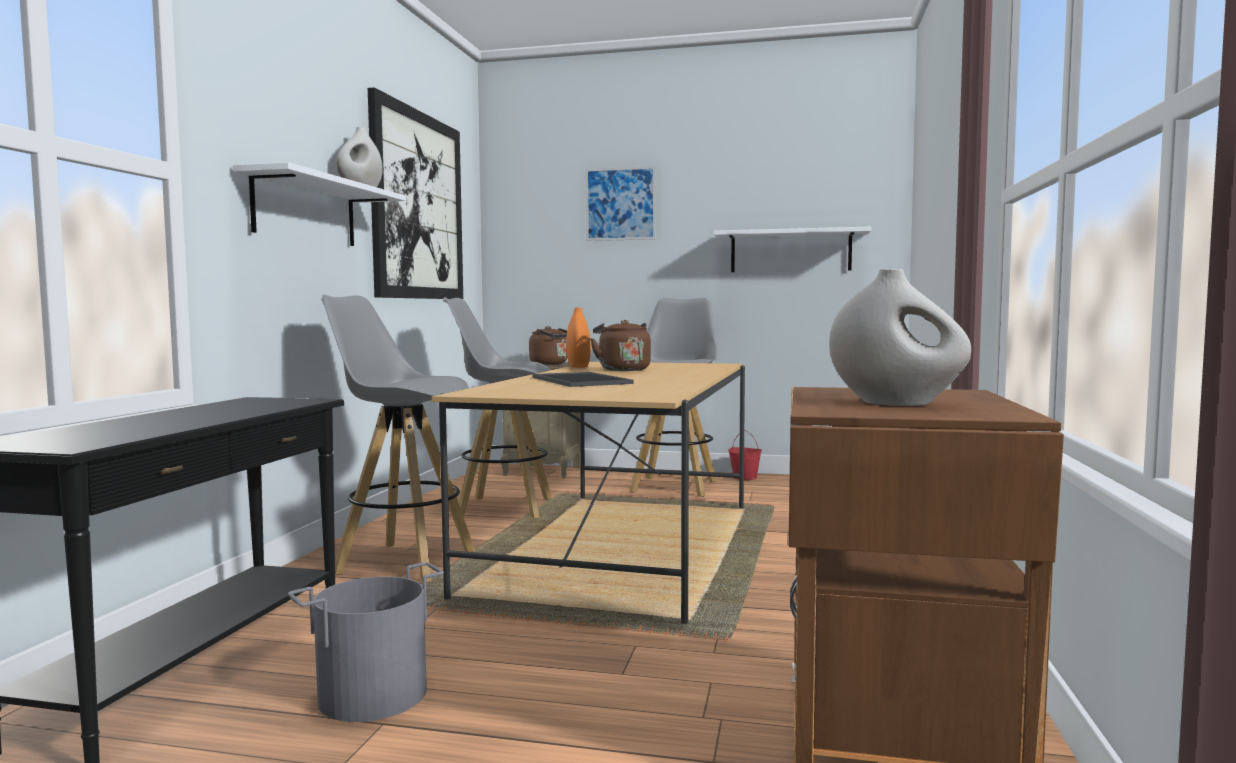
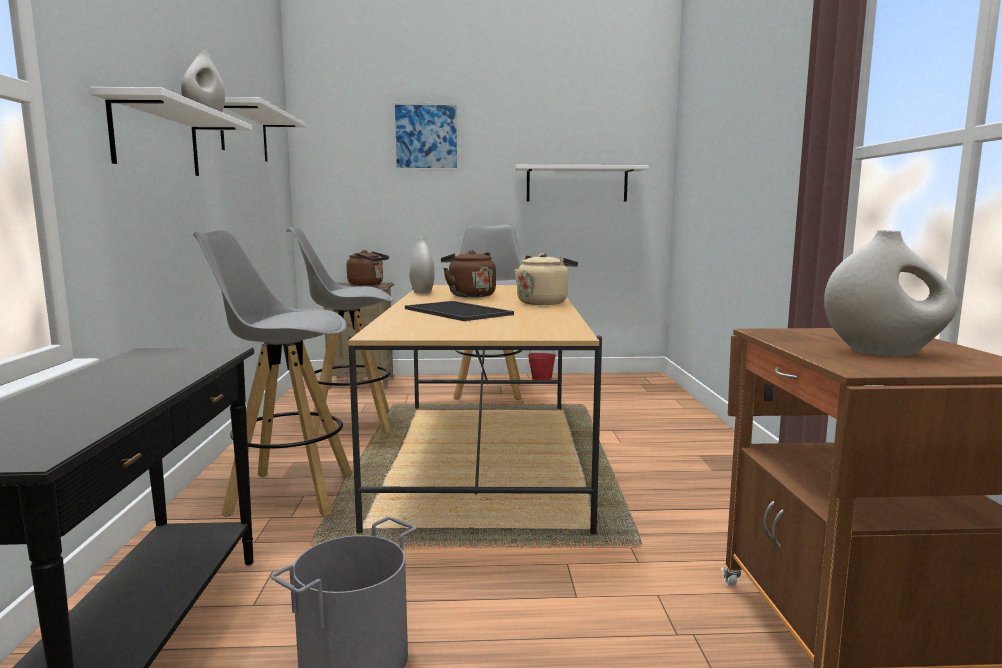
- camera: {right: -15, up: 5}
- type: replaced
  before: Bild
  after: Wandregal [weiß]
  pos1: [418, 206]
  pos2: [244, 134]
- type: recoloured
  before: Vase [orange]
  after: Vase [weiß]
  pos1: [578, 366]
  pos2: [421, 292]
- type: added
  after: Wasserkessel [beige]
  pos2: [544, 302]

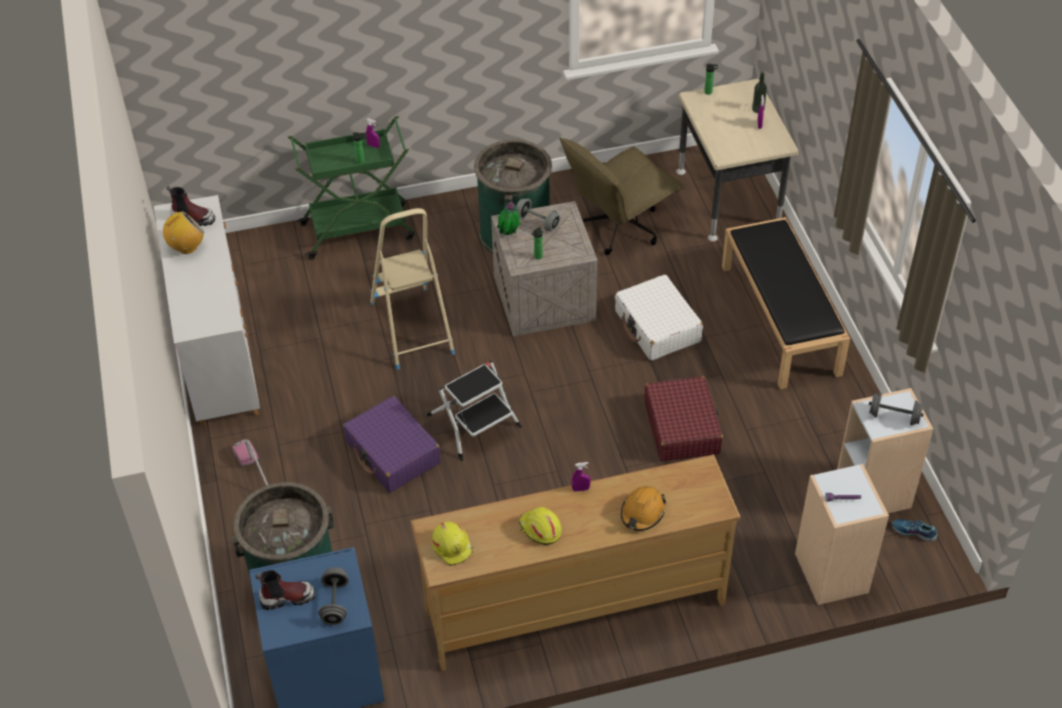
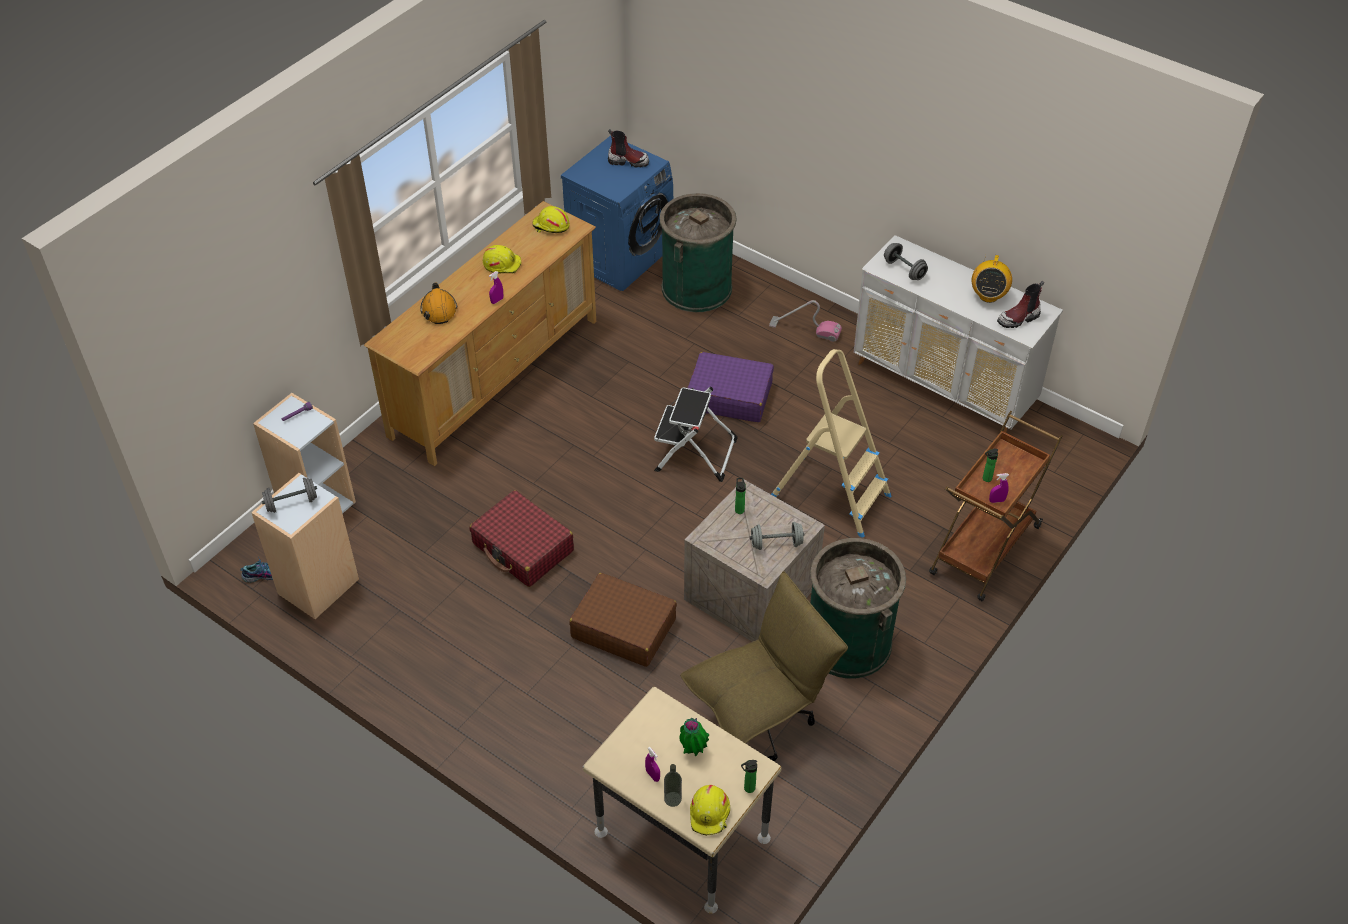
- camera: {right: 140, up: 0}
- type: recoloured
  before: Koffer [weiß]
  after: Koffer [braun]
  pos1: [657, 327]
  pos2: [623, 628]
- type: turned
  before: Stiefel
  pos1: [287, 597]
  pos2: [628, 161]
  turn: -120
- type: turned
  before: Bürostuhl [beige]
  pos1: [621, 226]
  pos2: [758, 718]
  turn: 45
- type: moved
  before: Topfpflanze
  pos1: [509, 234]
  pos2: [692, 749]
- type: added
  after: Schutzhelm [gelb]
  pos2: [710, 814]
- type: moved
  before: Hantel [grau]
  pos1: [335, 603]
  pos2: [904, 270]
- type: recoloured
  before: Rollwagen [grün]
  after: Rollwagen [braun]
  pos1: [358, 232]
  pos2: [983, 551]
- type: removed
  before: Bank [schwarz]
  pos1: [781, 320]

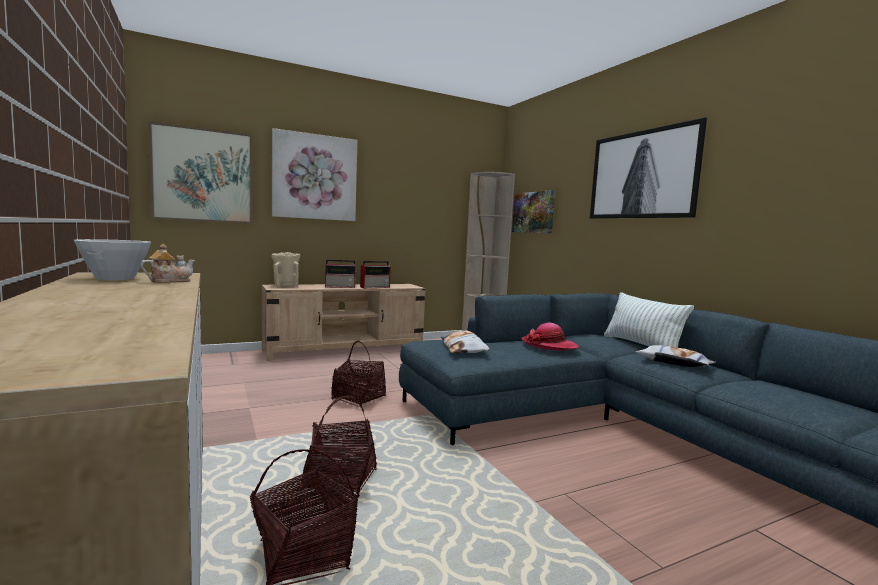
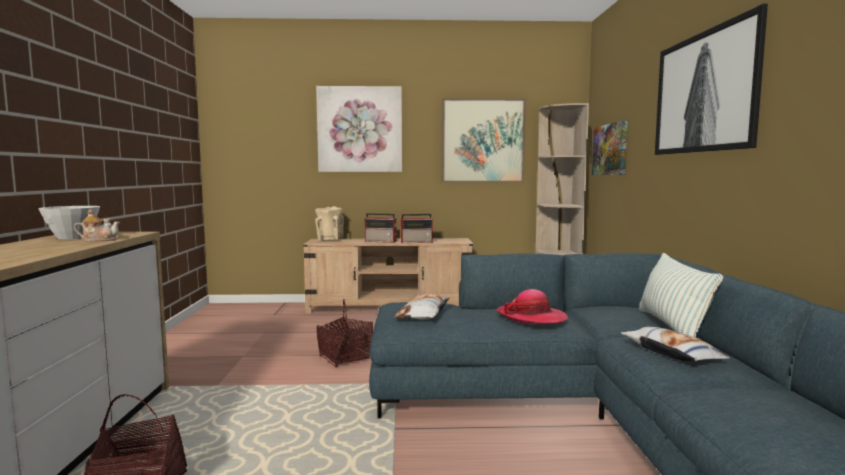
- camera: {right: 25, up: 0}
- type: moved
  before: Bild
  pos1: [203, 175]
  pos2: [483, 141]
- type: removed
  before: Korb
  pos1: [340, 480]

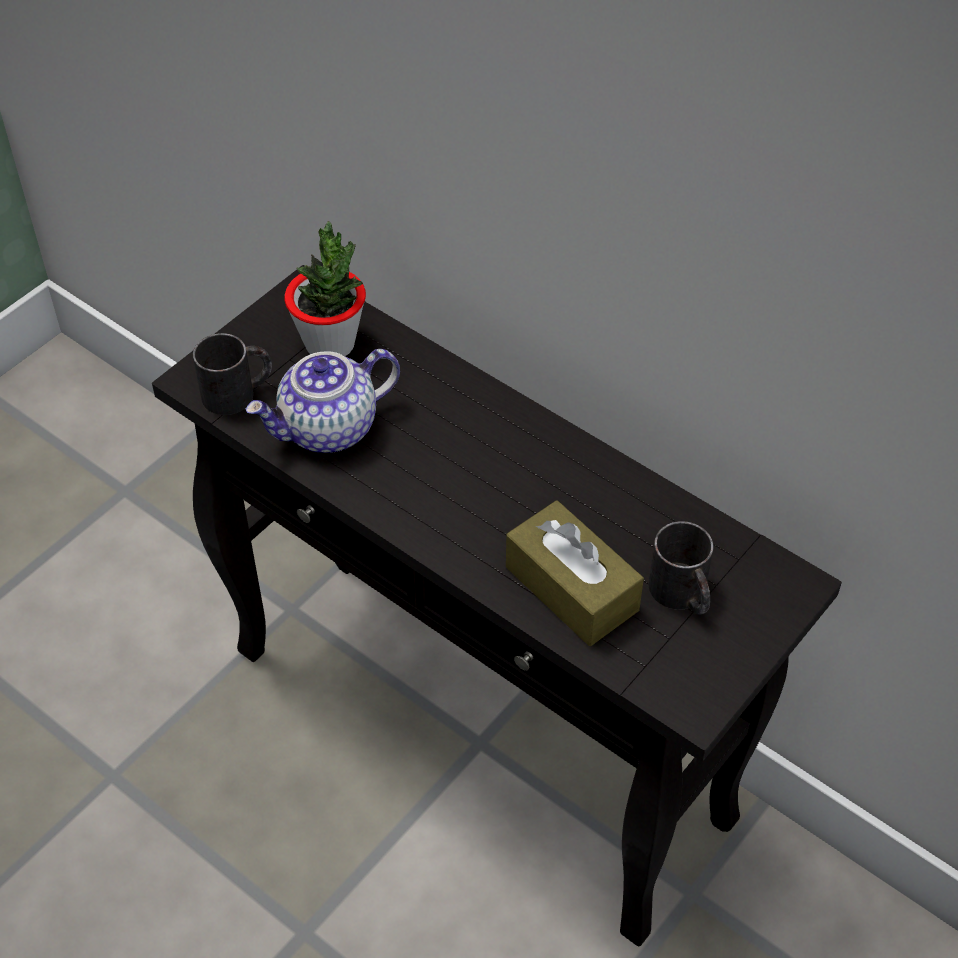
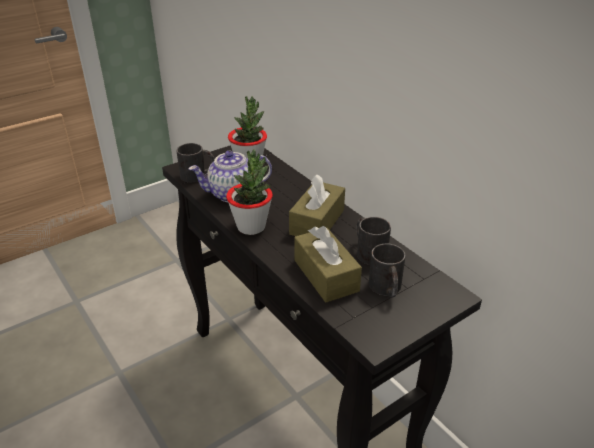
- camera: {right: 15, up: -15}
- type: added
  after: Topfpflanze
  pos2: [251, 227]
- type: added
  after: Taschentuchbox [braun]
  pos2: [317, 222]
- type: added
  after: Henkelbecher [schwarz]
  pos2: [368, 251]

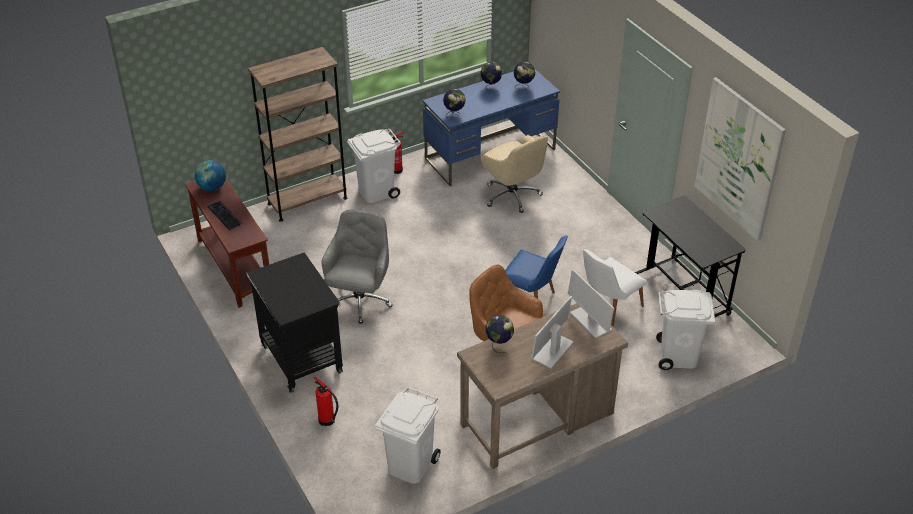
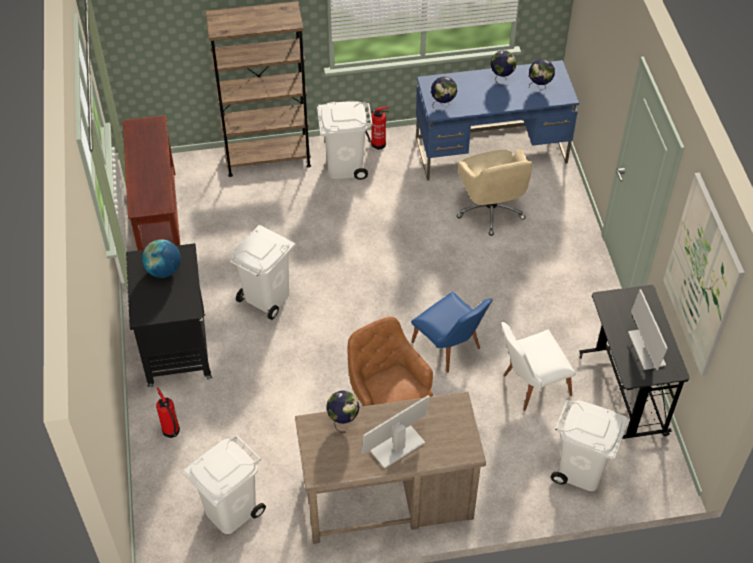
- camera: {right: 20, up: 10}
- type: moved
  before: Globus
  pos1: [212, 187]
  pos2: [164, 270]
- type: replaced
  before: Bürostuhl [grau]
  after: Mülleimer [weiß]
  pos1: [360, 301]
  pos2: [267, 298]
- type: moved
  before: Monitor
  pos1: [590, 321]
  pos2: [646, 348]
- type: removed
  before: Tastatur
  pos1: [224, 216]

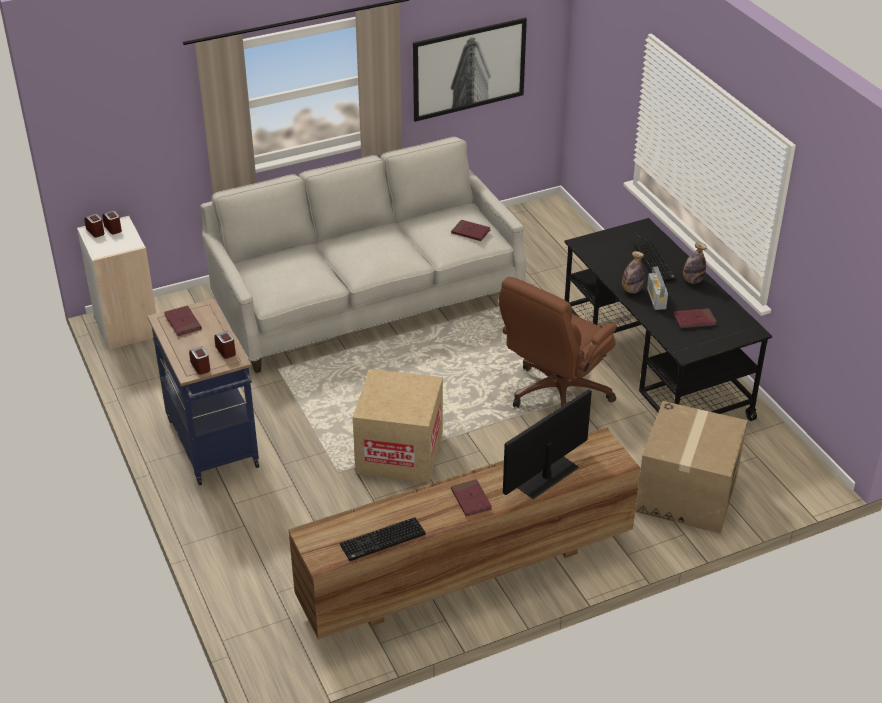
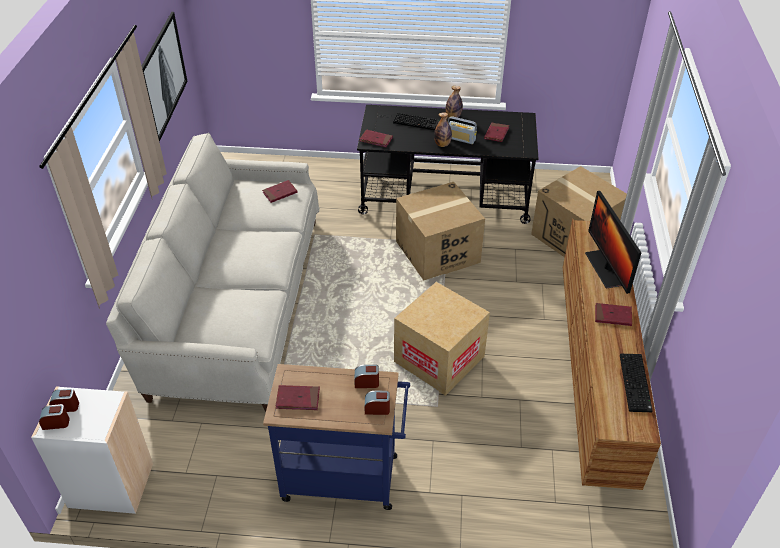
- camera: {right: -60, up: 5}
- type: added
  after: Buch [rot]
  pos2: [376, 140]
- type: replaced
  before: Bürostuhl [braun]
  after: Karton
  pos1: [554, 396]
  pos2: [437, 252]

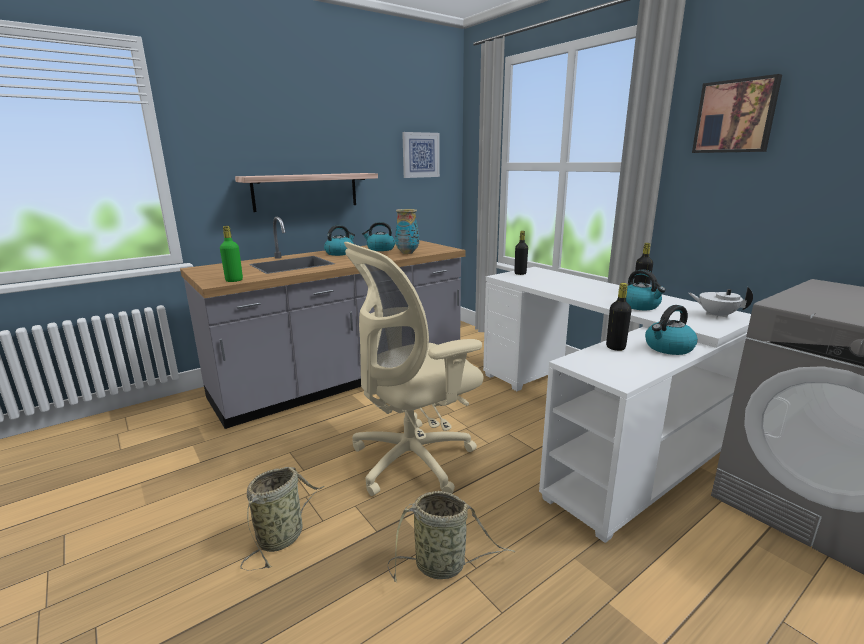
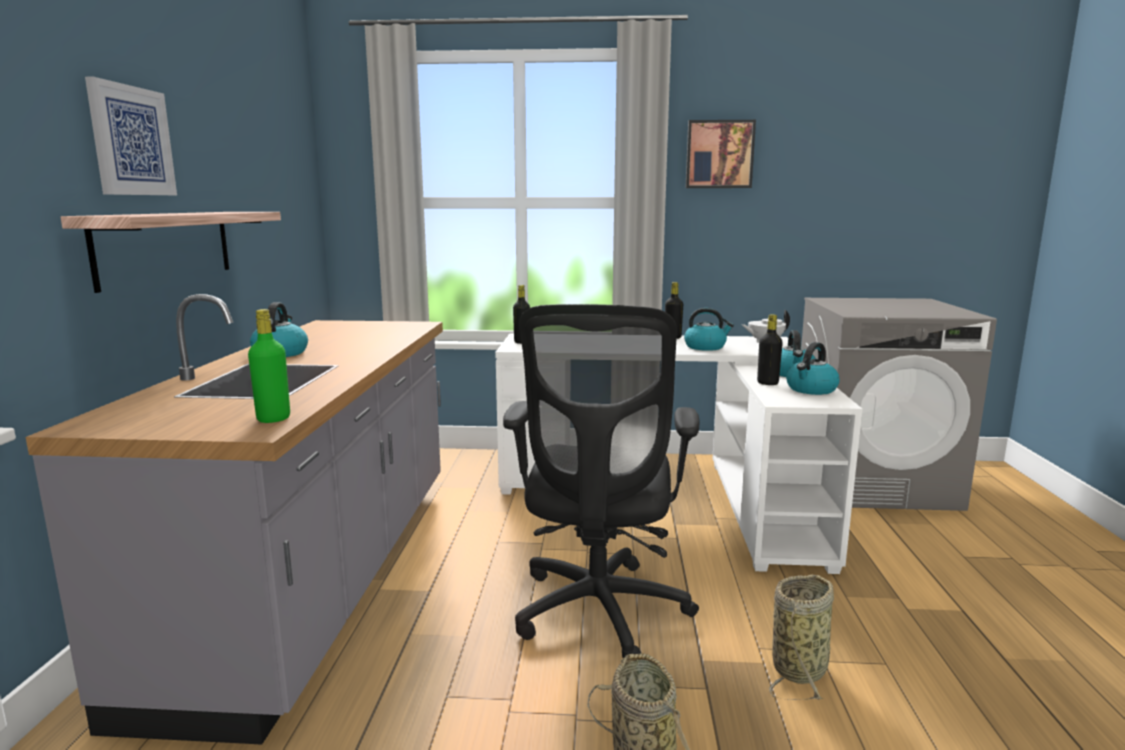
- camera: {right: -50, up: -5}
- type: moved
  before: Bild
  pos1: [420, 155]
  pos2: [131, 141]
- type: recoloured
  before: Bürostuhl [beige]
  after: Bürostuhl [schwarz]
  pos1: [417, 456]
  pos2: [598, 603]
- type: moved
  before: Wasserkessel
  pos1: [380, 249]
  pos2: [811, 389]
- type: removed
  before: Vase
  pos1: [407, 253]

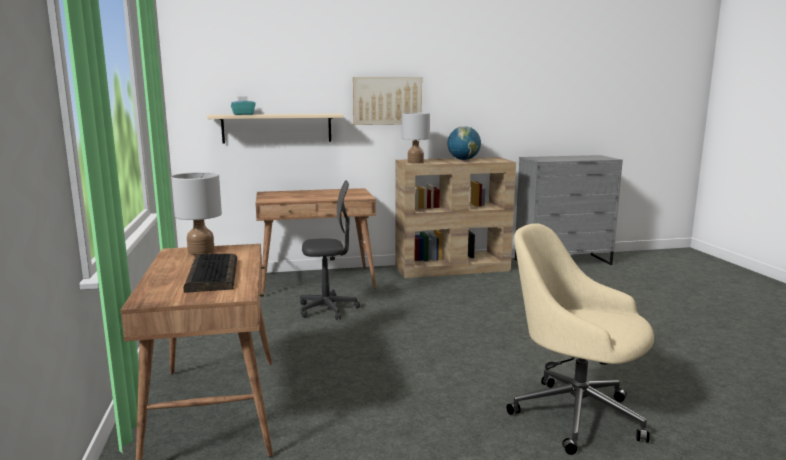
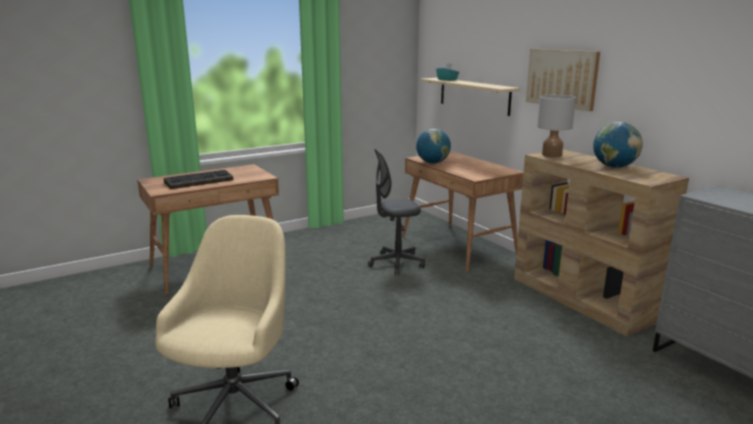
- camera: {right: 70, up: 5}
- type: turned
  before: Bürostuhl [grau]
  pos1: [327, 309]
  pos2: [396, 263]
  turn: 105
- type: added
  after: Globus
  pos2: [432, 163]
- type: removed
  before: Tischlampe [grau]
  pos1: [201, 251]

